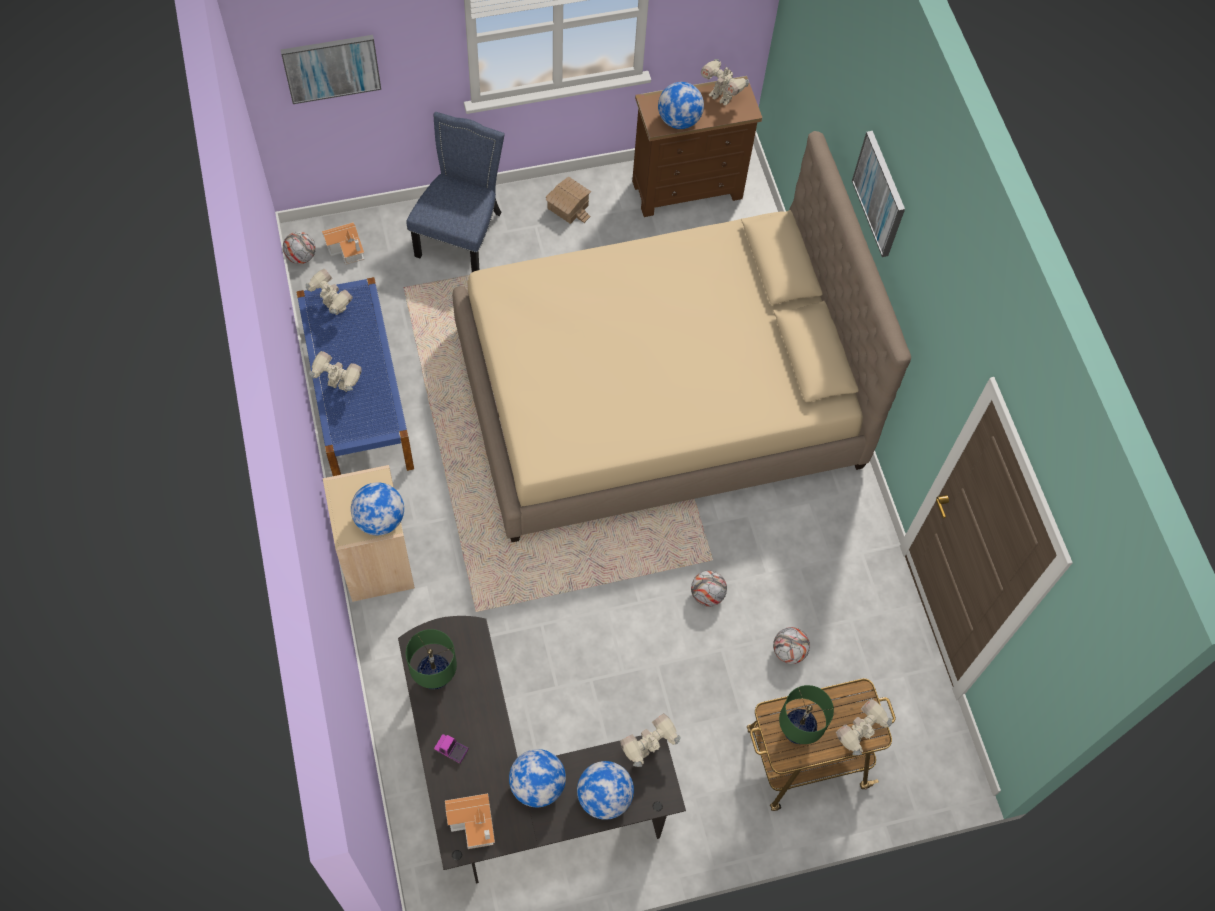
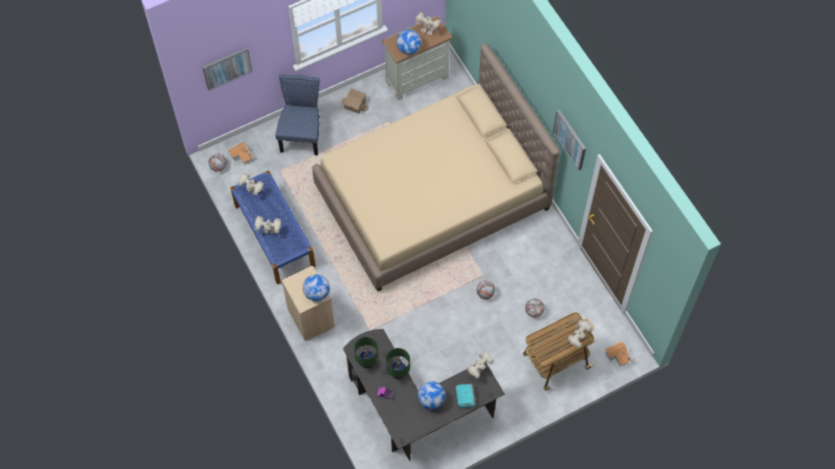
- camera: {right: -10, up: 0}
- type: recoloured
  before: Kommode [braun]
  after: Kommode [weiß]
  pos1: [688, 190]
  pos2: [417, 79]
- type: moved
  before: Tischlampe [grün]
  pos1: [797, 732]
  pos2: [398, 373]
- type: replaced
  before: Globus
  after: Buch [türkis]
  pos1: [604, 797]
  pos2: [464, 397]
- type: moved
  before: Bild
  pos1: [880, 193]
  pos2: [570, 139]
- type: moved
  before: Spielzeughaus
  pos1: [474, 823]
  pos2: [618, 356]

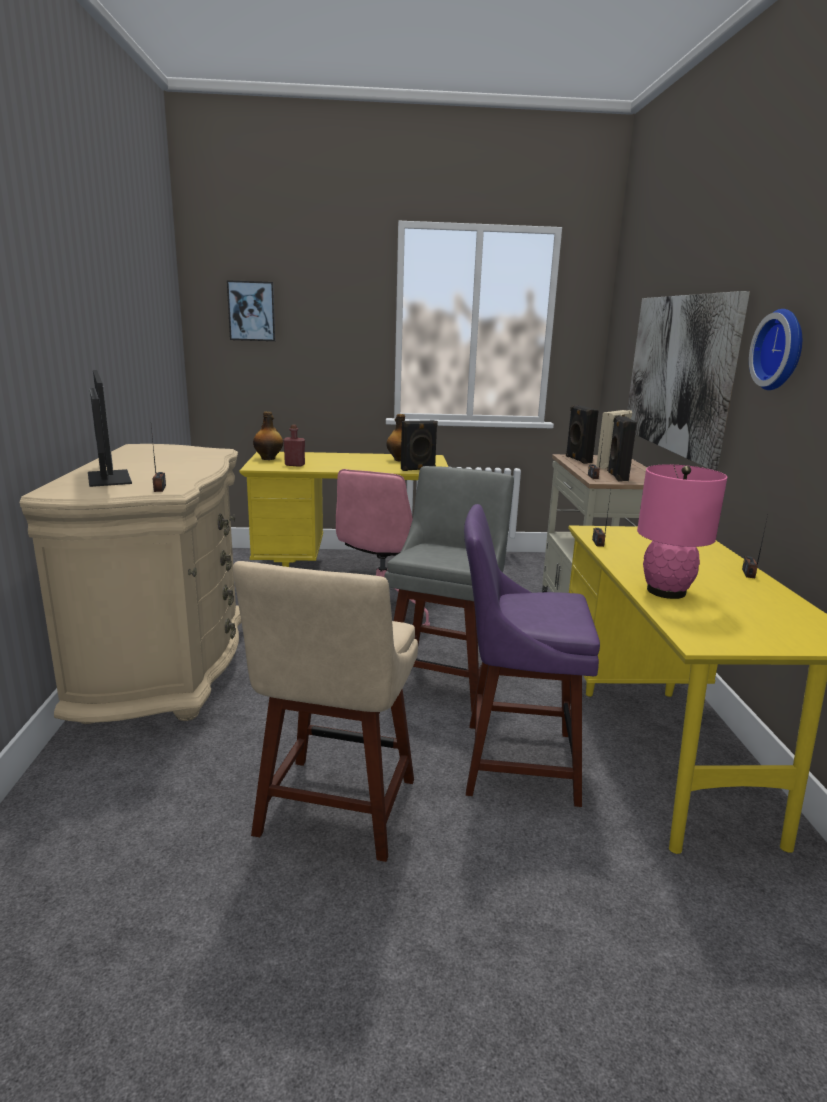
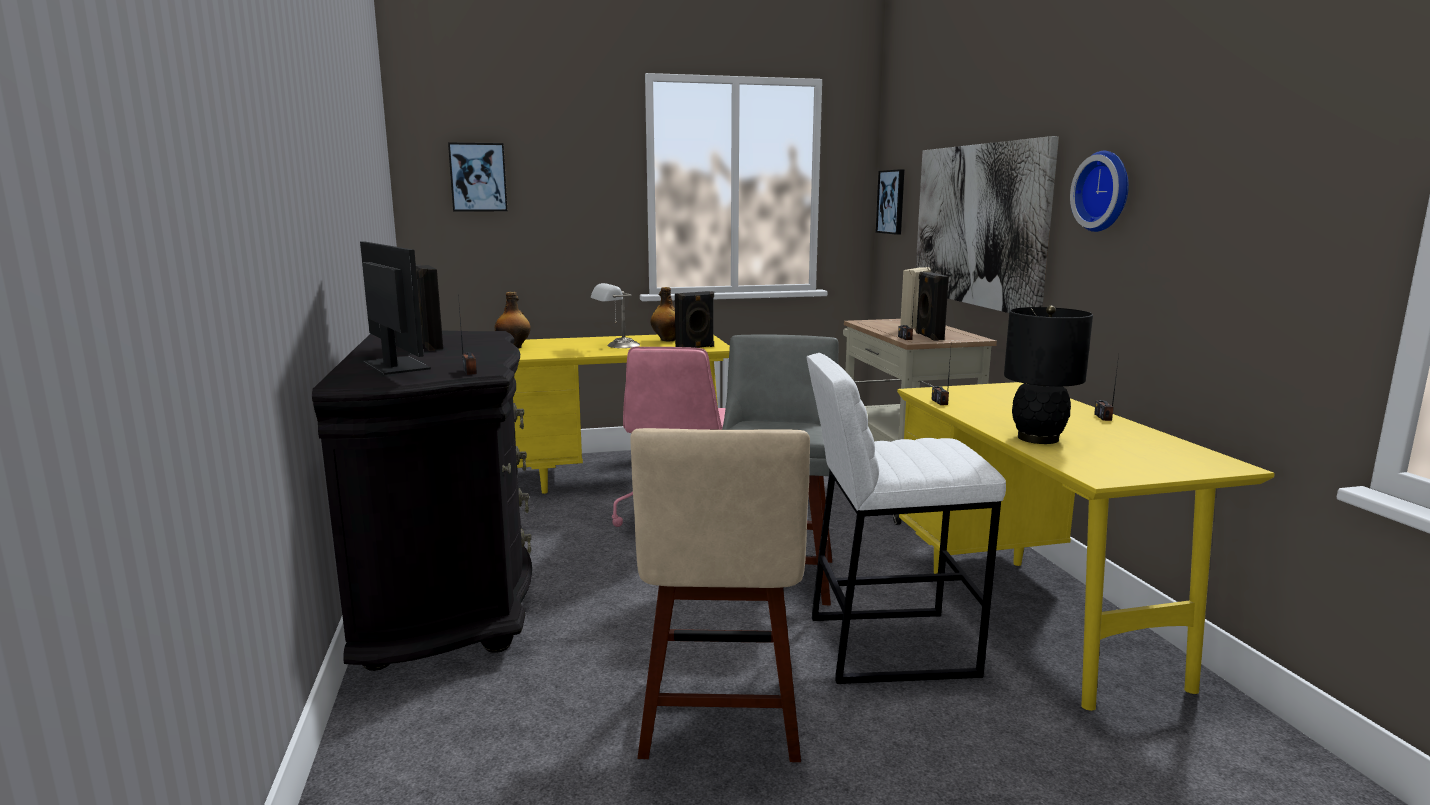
- camera: {right: -10, up: -5}
- type: recoloured
  before: Kommode [beige]
  after: Kommode [schwarz]
  pos1: [169, 670]
  pos2: [450, 601]
- type: moved
  before: Lautsprecher [schwarz]
  pos1: [577, 459]
  pos2: [429, 345]
- type: added
  after: Tischlampe [weiß]
  pos2: [617, 346]
- type: replaced
  before: Stuhl [lila]
  after: Hocker [weiß]
  pos1: [512, 760]
  pos2: [887, 646]
- type: added
  after: Bild
  pos2: [891, 202]
- type: recoloured
  before: Tischlampe [rosa]
  after: Tischlampe [schwarz]
  pos1: [665, 591]
  pos2: [1037, 438]
- type: removed
  before: Flasche [rot]
  pos1: [294, 465]

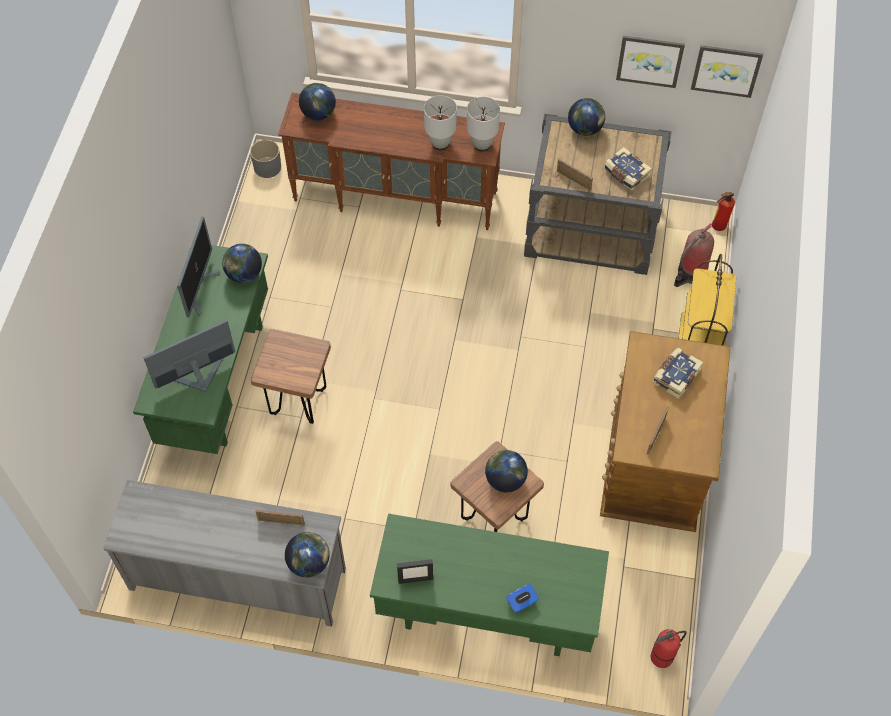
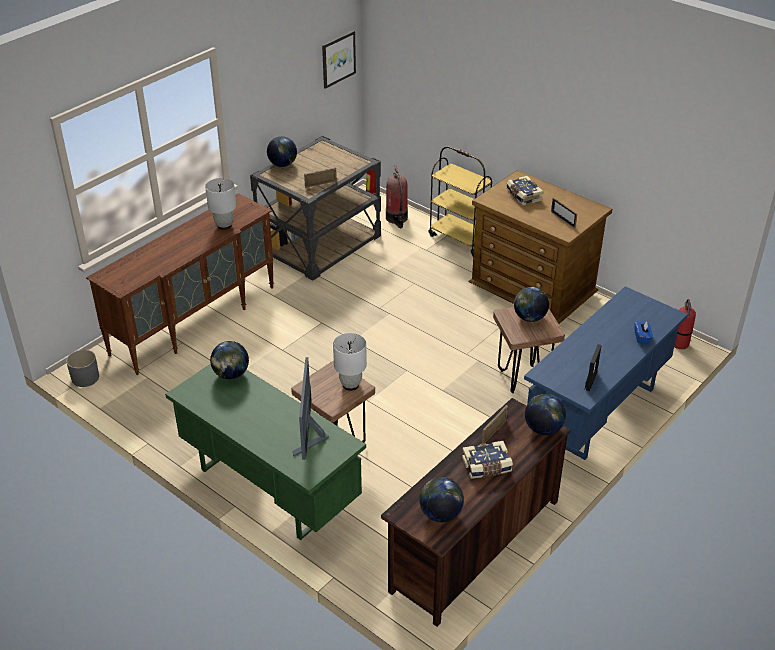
- camera: {right: -60, up: -20}
- type: moved
  before: Tischlampe [weiß]
  pos1: [482, 145]
  pos2: [350, 385]
- type: recoloured
  before: Kommode [grau]
  after: Kommode [braun]
  pos1: [237, 577]
  pos2: [473, 545]
- type: moved
  before: Globus
  pos1: [318, 114]
  pos2: [440, 514]
- type: moved
  before: Buch
  pos1: [626, 174]
  pos2: [487, 466]
- type: recoloured
  before: Schreibtisch [grün]
  after: Schreibtisch [blau]
  pos1: [486, 613]
  pos2: [597, 412]
- type: removed
  before: Monitor
  pos1: [198, 288]
- type: removed
  before: Bild
  pos1: [649, 60]

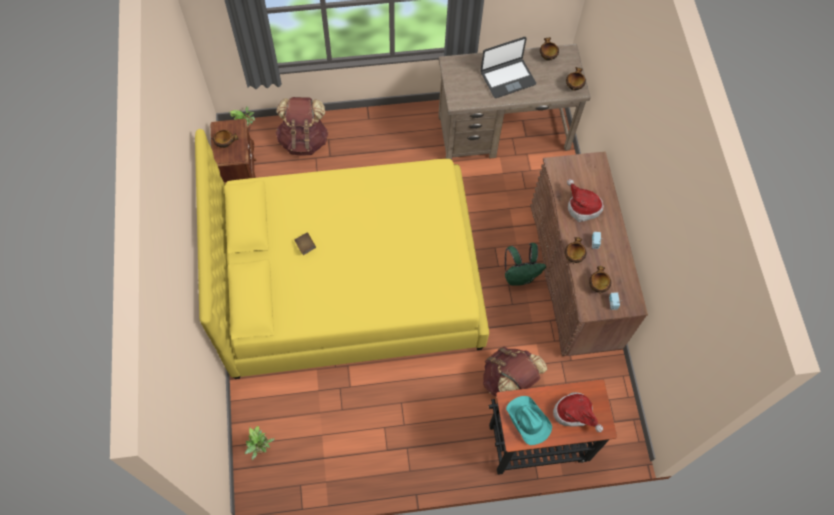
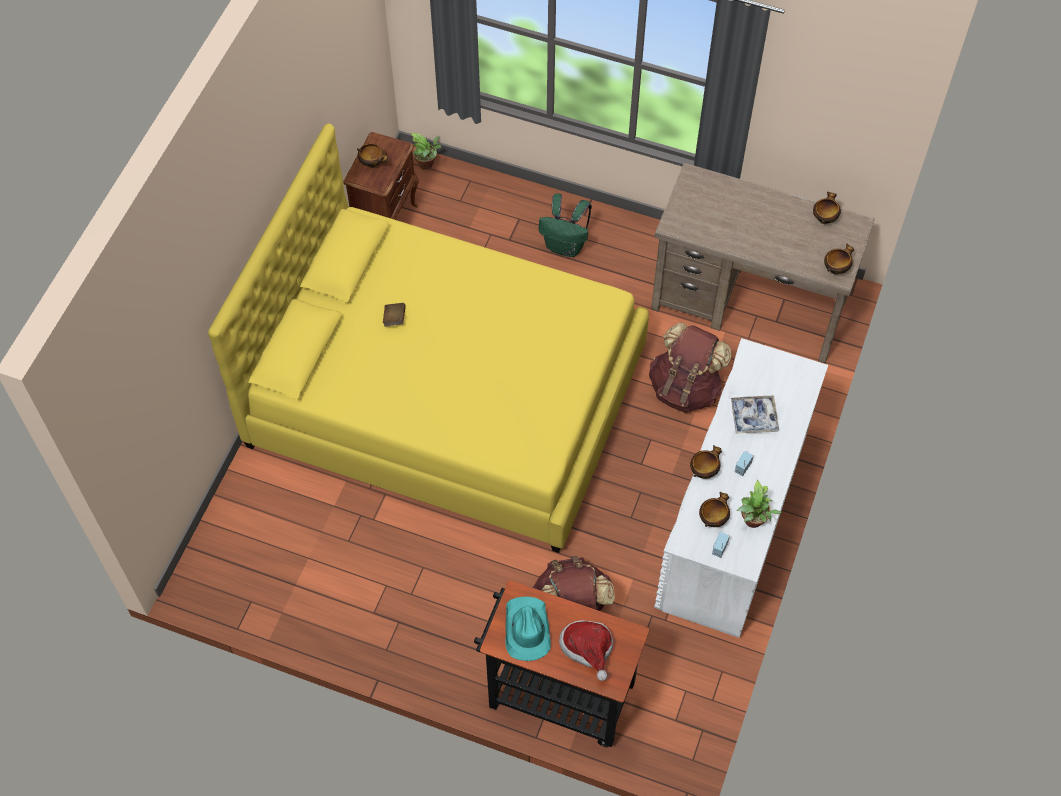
- camera: {right: 30, up: -5}
- type: moved
  before: Rucksack [grün]
  pos1: [519, 276]
  pos2: [565, 246]
- type: moved
  before: Rucksack [braun]
  pos1: [304, 140]
  pos2: [685, 388]
- type: recoloured
  before: Kommode [braun]
  after: Kommode [weiß]
  pos1: [574, 277]
  pos2: [732, 522]
- type: replaced
  before: Hut
  after: Tablett
  pos1: [582, 206]
  pos2: [753, 417]
- type: moved
  before: Topfpflanze
  pos1: [261, 448]
  pos2: [753, 522]
- type: removed
  before: Laptop
  pos1: [507, 78]

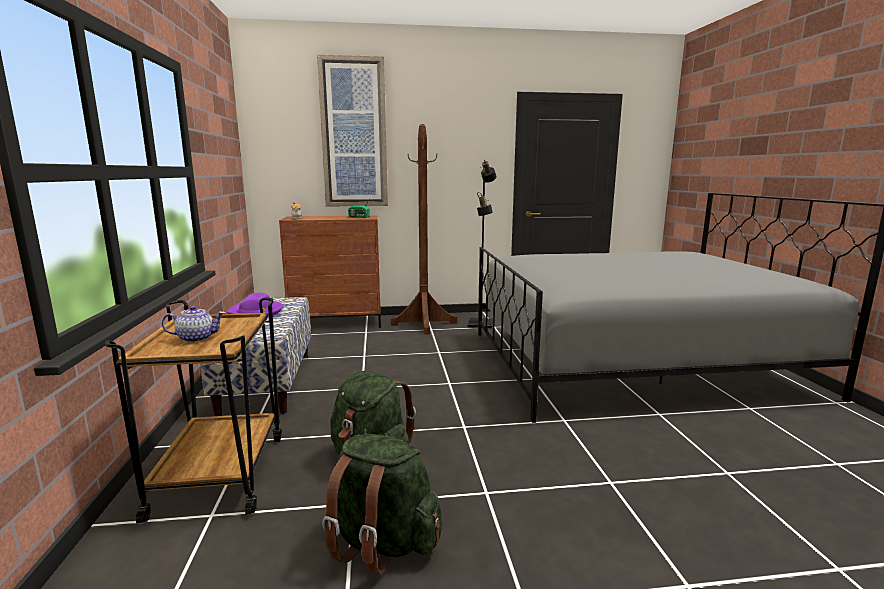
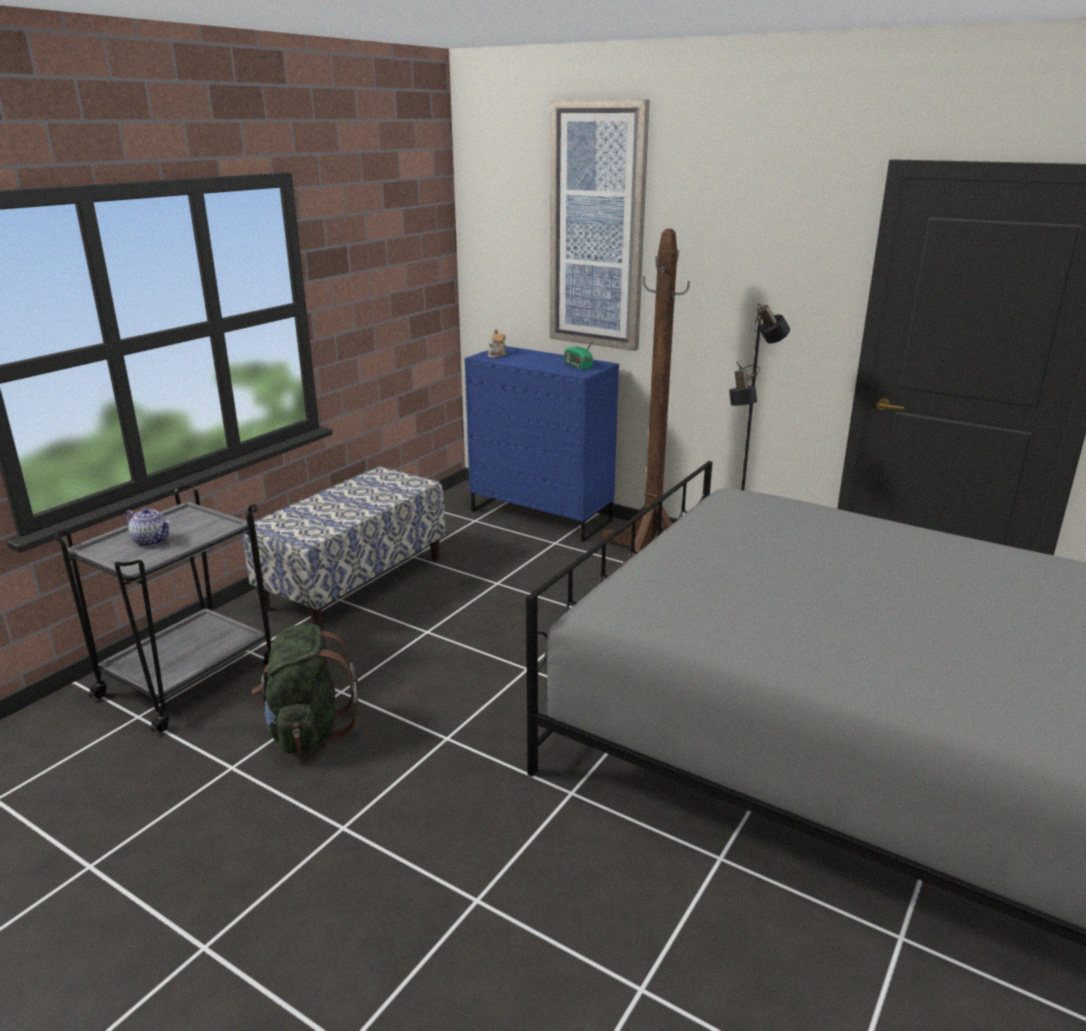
- camera: {right: 40, up: 10}
- type: recoloured
  before: Rollwagen [braun]
  after: Rollwagen [grau]
  pos1: [221, 474]
  pos2: [190, 678]
- type: recoloured
  before: Kommode [braun]
  after: Kommode [blau]
  pos1: [337, 323]
  pos2: [542, 515]
- type: removed
  before: Hut [lila]
  pos1: [256, 312]
- type: removed
  before: Rucksack [grün]
  pos1: [381, 543]

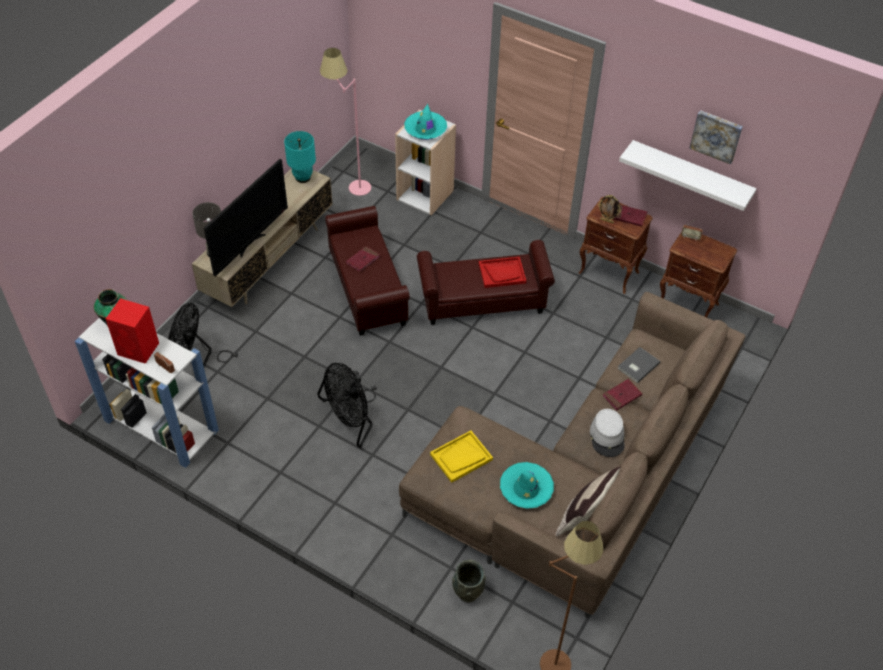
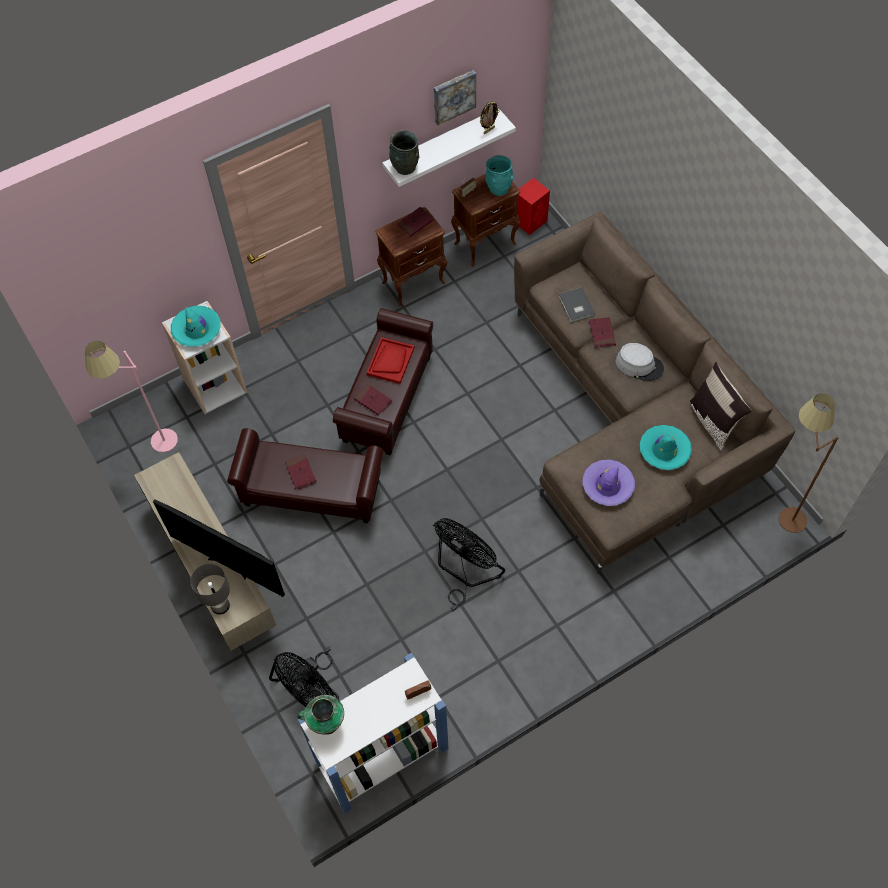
- camera: {right: -60, up: 10}
- type: turned
  before: Fernseher
  pos1: [250, 244]
  pos2: [229, 565]
  turn: 150
- type: added
  after: Buch [rot]
  pos2: [373, 400]
- type: moved
  before: Vase [grau]
  pos1: [467, 592]
  pos2: [404, 168]
- type: turned
  before: Ventilator [schwarz]
  pos1: [352, 415]
  pos2: [463, 570]
  turn: -135
- type: moved
  before: Bilderrahmen
  pos1: [607, 221]
  pos2: [488, 130]
- type: added
  after: Vase [türkis]
  pos2: [499, 188]
- type: moved
  before: Lautsprecher [rot]
  pos1: [139, 349]
  pos2: [531, 221]
- type: replaced
  before: Tablett [gelb]
  after: Hut [lila]
  pos1: [461, 457]
  pos2: [607, 486]
- type: removed
  before: Tischlampe [türkis]
  pos1: [303, 178]

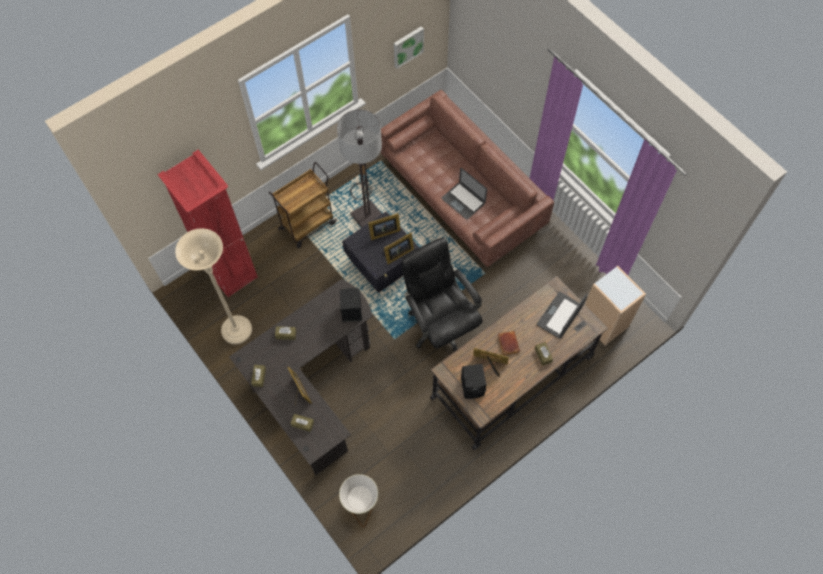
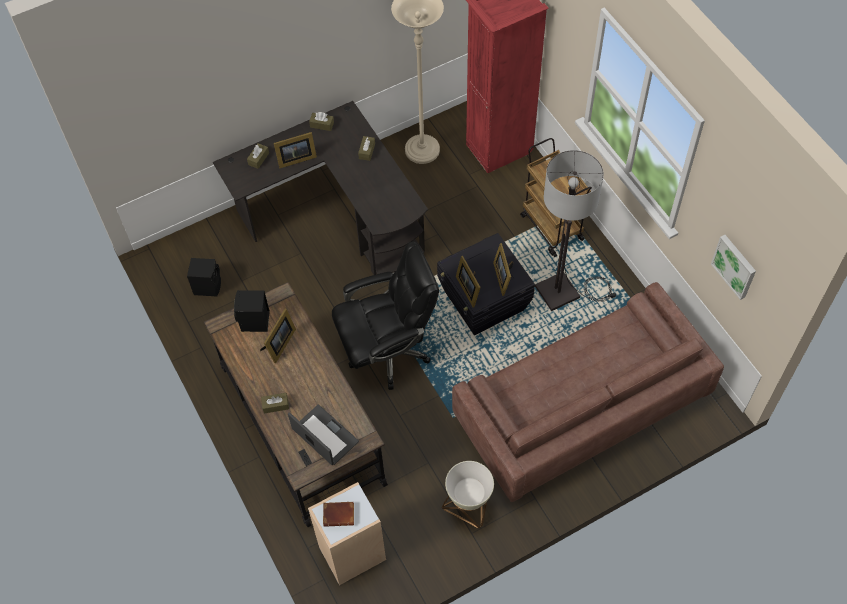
- camera: {right: 100, up: -5}
- type: moved
  before: Lautsprecher [schwarz]
  pos1: [351, 311]
  pos2: [208, 285]
- type: moved
  before: Buch [braun]
  pos1: [507, 343]
  pos2: [339, 514]
- type: moved
  before: Pflanzkübel
  pos1: [362, 506]
  pos2: [468, 508]
- type: removed
  before: Laptop
  pos1: [463, 200]

